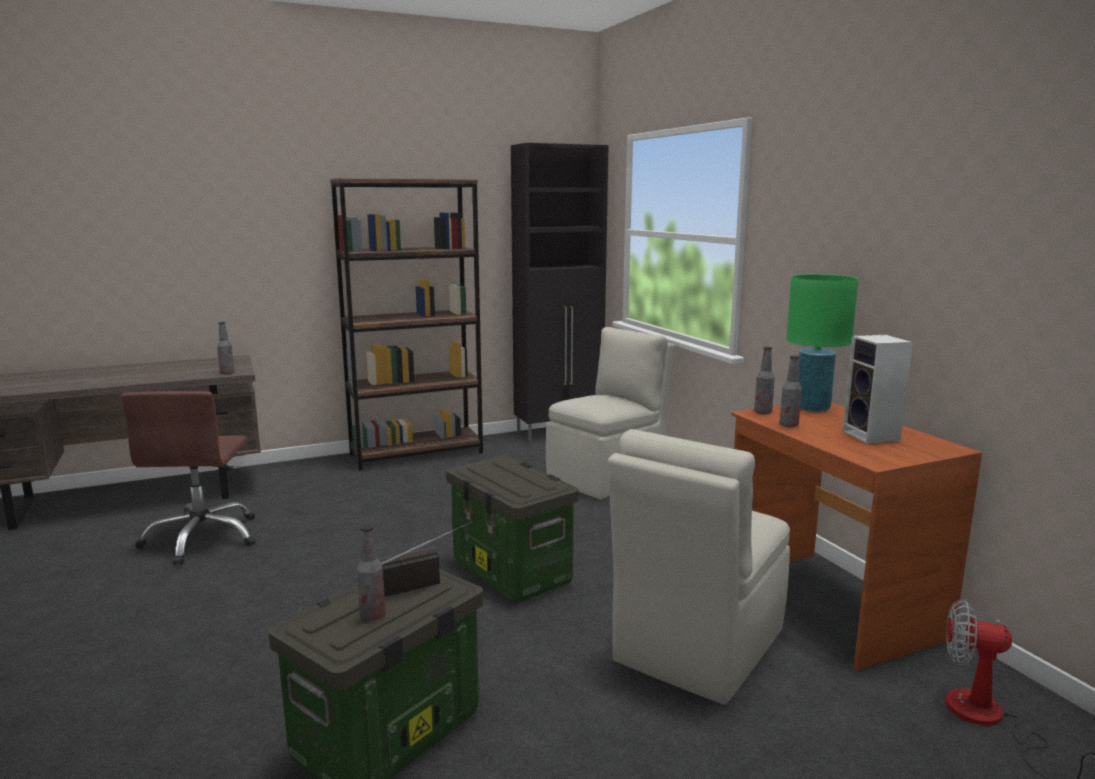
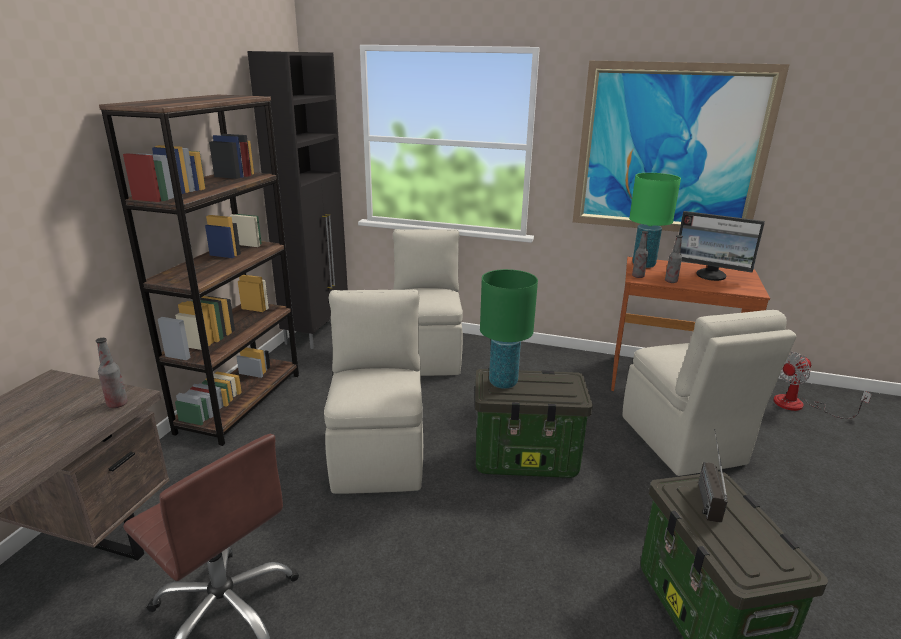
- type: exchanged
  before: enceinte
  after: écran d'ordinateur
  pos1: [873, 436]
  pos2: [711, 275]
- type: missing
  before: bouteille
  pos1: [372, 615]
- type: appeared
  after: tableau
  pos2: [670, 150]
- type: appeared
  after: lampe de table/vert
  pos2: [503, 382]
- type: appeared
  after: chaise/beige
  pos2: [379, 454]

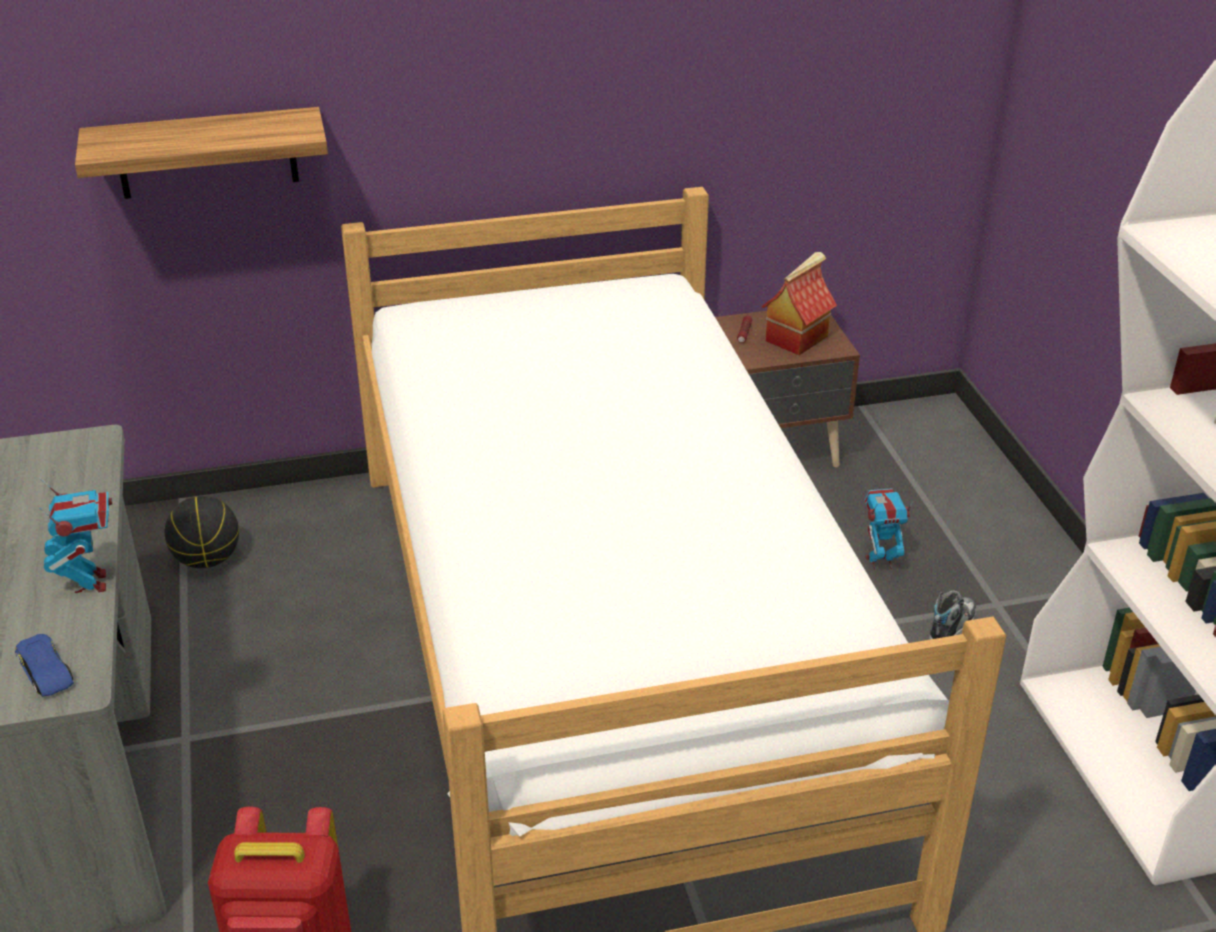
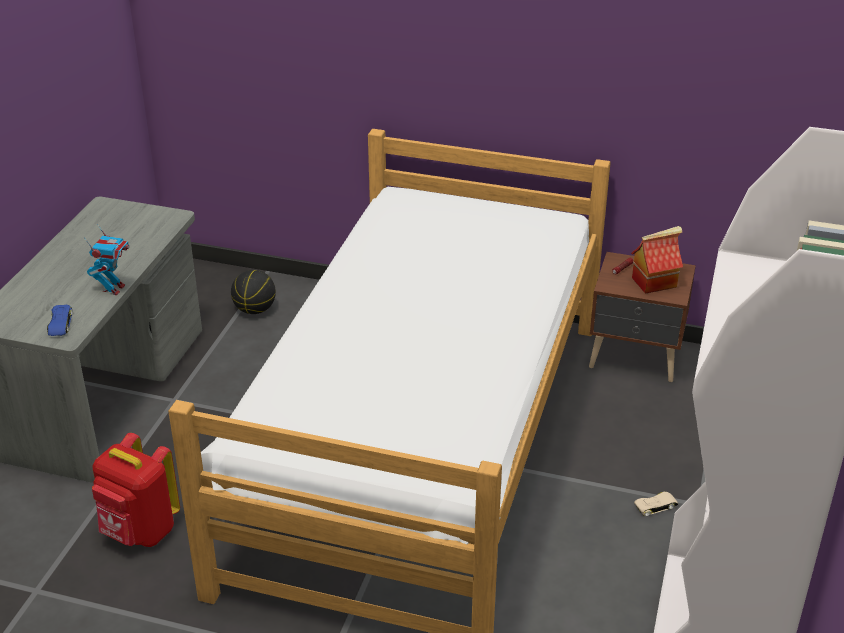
- type: missing
  before: étagère
  pos1: [206, 153]
- type: missing
  before: robot jouet
  pos1: [879, 562]
- type: exchanged
  before: chaussure
  after: petite voiture/beige
  pos1: [951, 626]
  pos2: [655, 506]

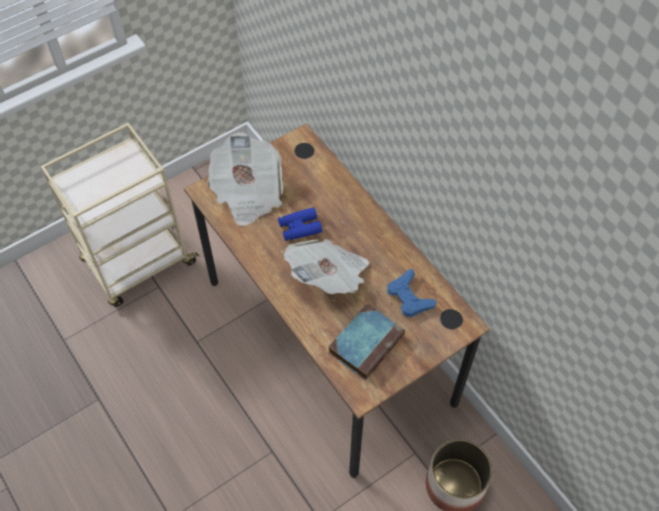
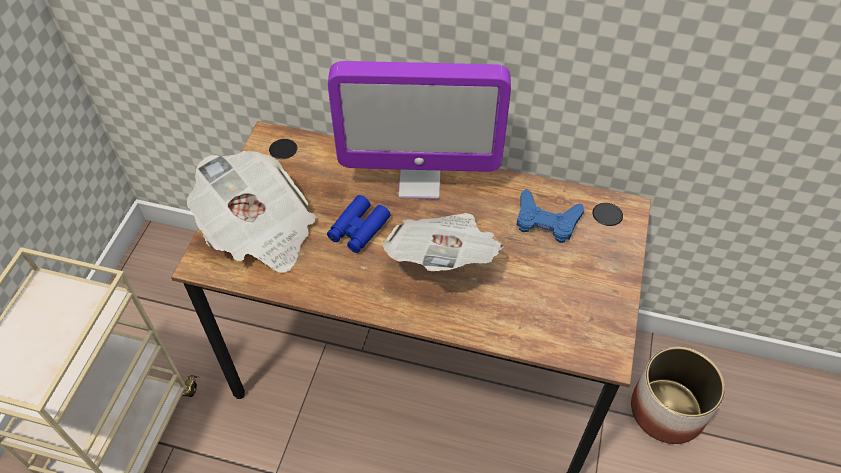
- type: missing
  before: livre
  pos1: [366, 342]
- type: appeared
  after: écran d'ordinateur
  pos2: [419, 181]

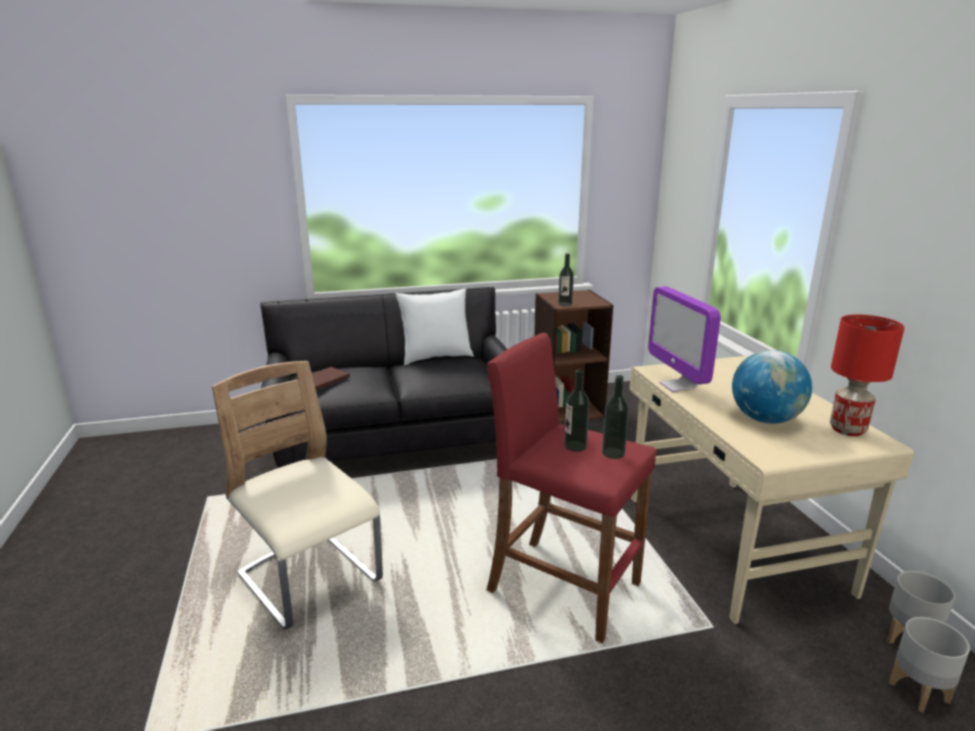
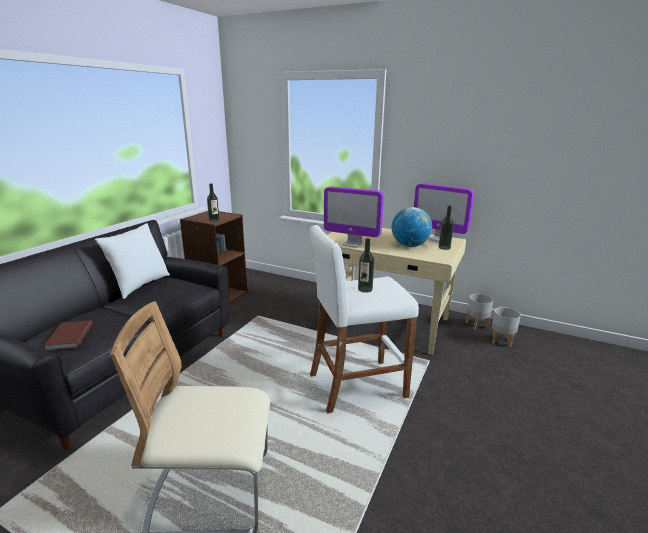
- type: exchanged
  before: lampe de table/rouge
  after: écran d'ordinateur
  pos1: [848, 430]
  pos2: [438, 239]
- type: colour
  before: tabouret/rouge
  after: tabouret/blanc
  pos1: [563, 587]
  pos2: [356, 385]
- type: relocated
  before: bouteille
  pos1: [613, 453]
  pos2: [444, 248]

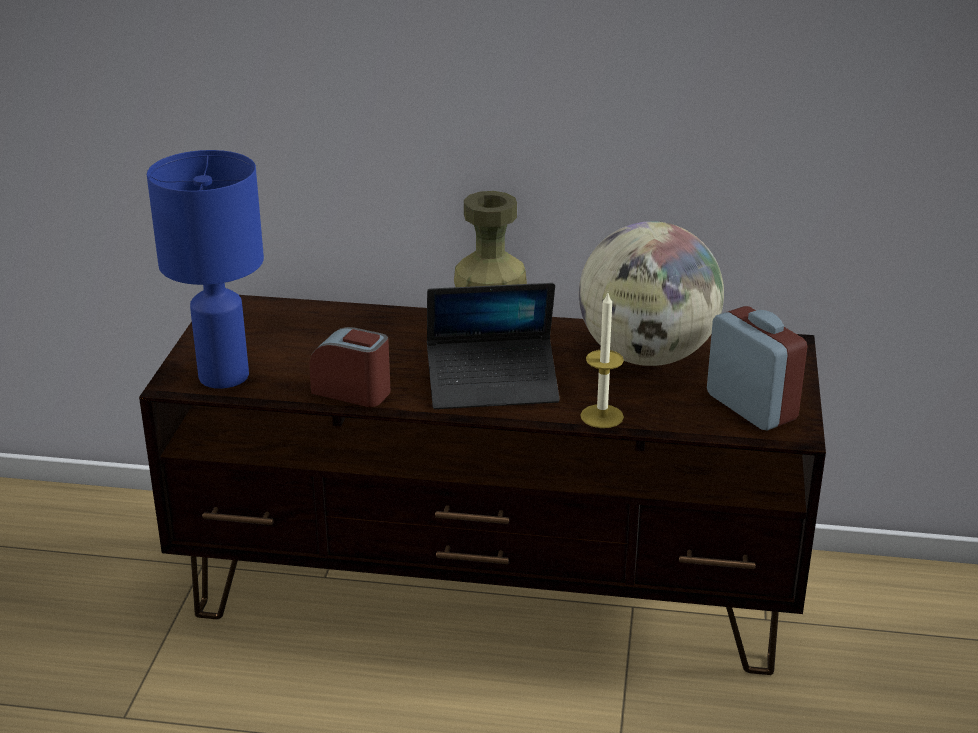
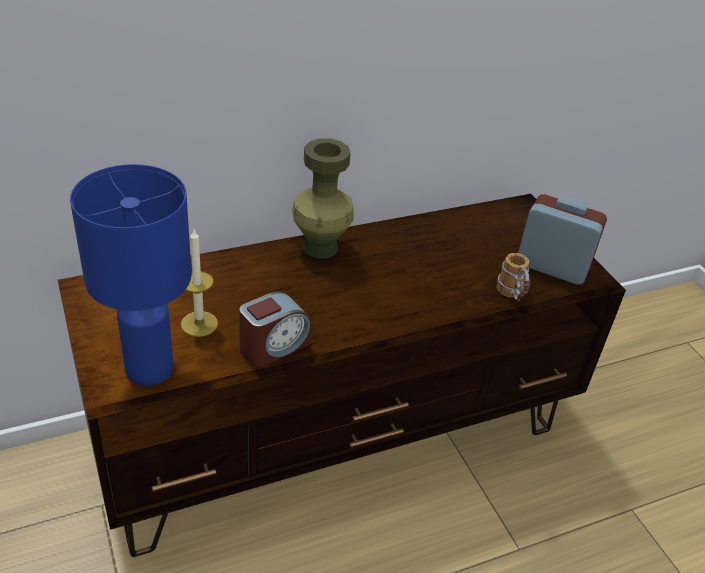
- type: missing
  before: globe
  pos1: [646, 356]
- type: missing
  before: ordinateur portable
  pos1: [492, 385]
- type: relocated
  before: bougie
  pos1: [602, 416]
  pos2: [199, 324]
- type: spun
  before: réveil
  pos1: [352, 391]
  pos2: [273, 347]
  turn: 150
- type: appeared
  after: mug
  pos2: [512, 297]

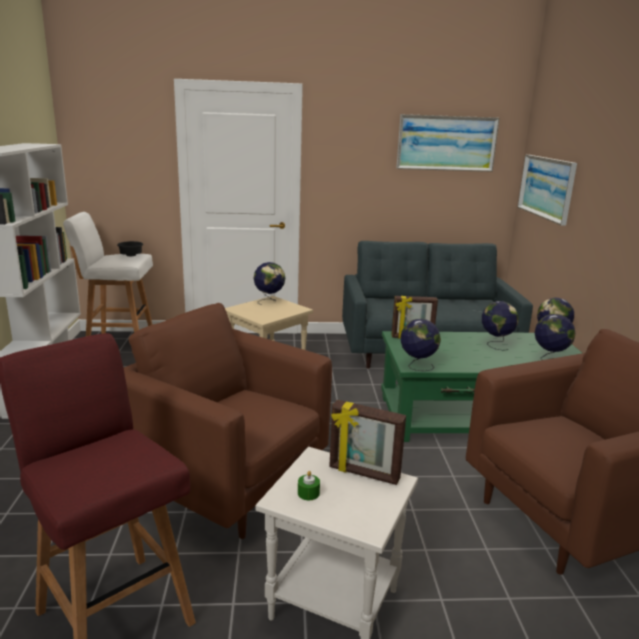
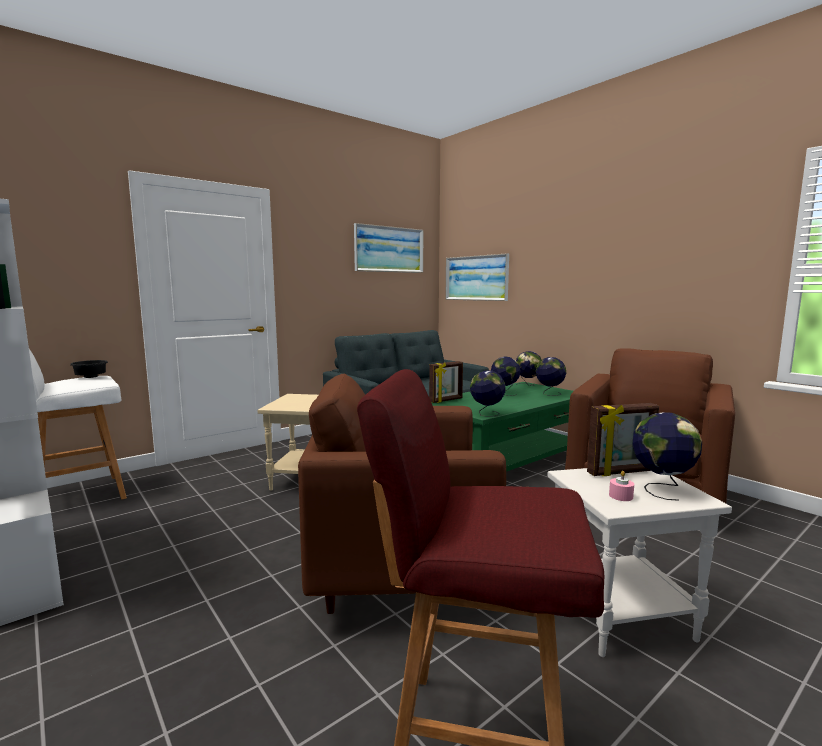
- type: relocated
  before: globe
  pos1: [269, 301]
  pos2: [661, 489]
- type: colour
  before: bougie/vert
  after: bougie/rose
  pos1: [308, 493]
  pos2: [621, 496]

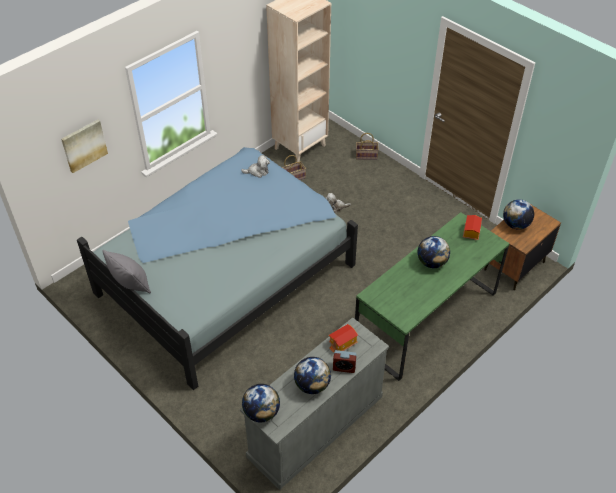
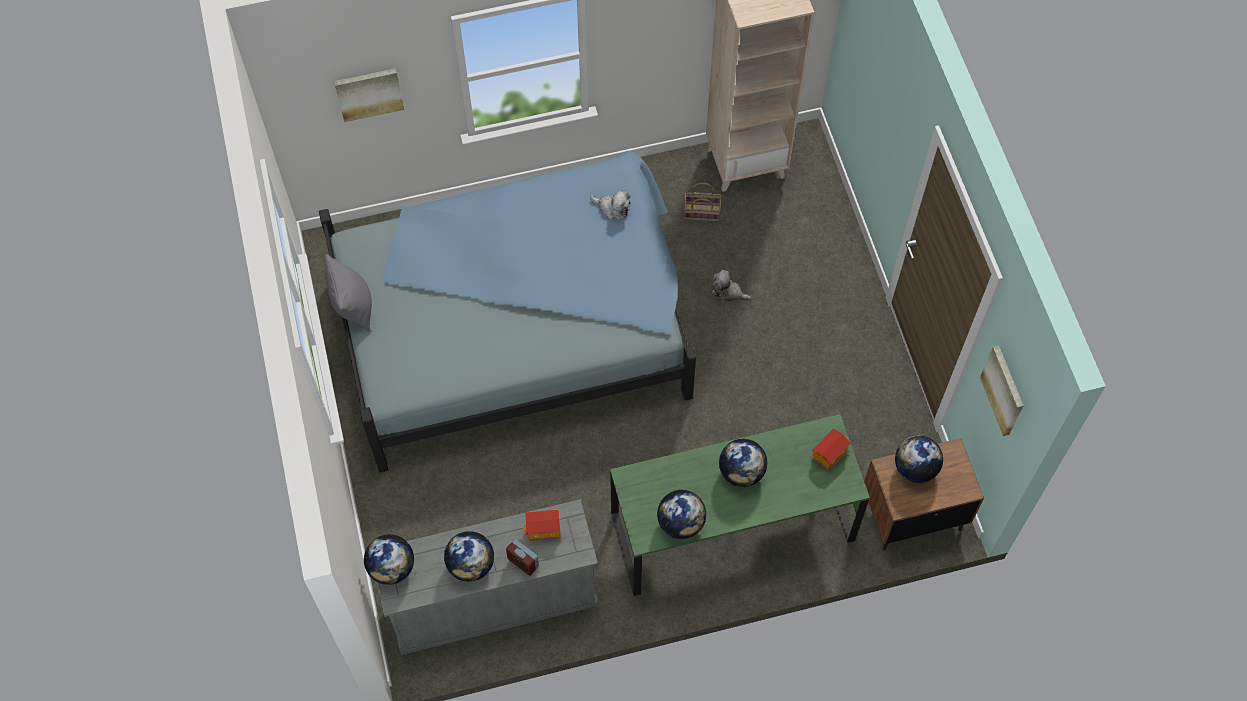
- type: missing
  before: panier
  pos1: [367, 155]
- type: appeared
  after: tableau
  pos2: [1004, 390]
- type: appeared
  after: globe
  pos2: [681, 523]

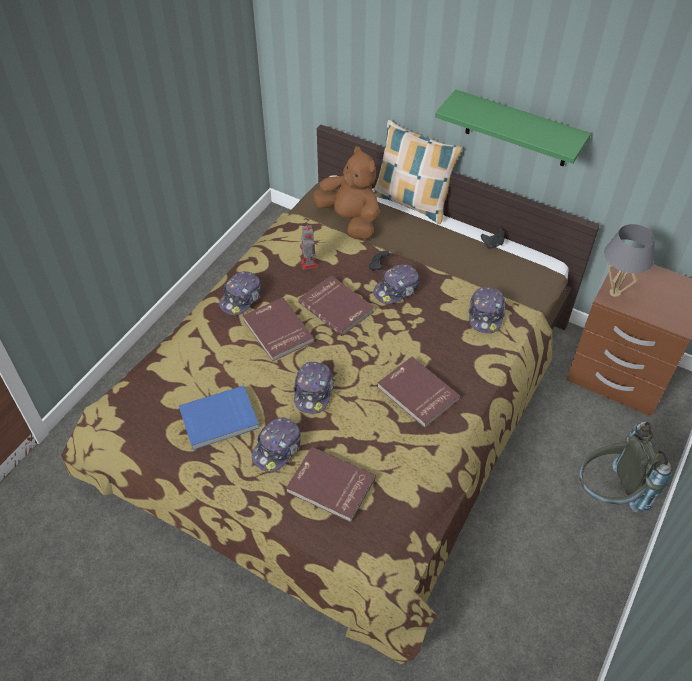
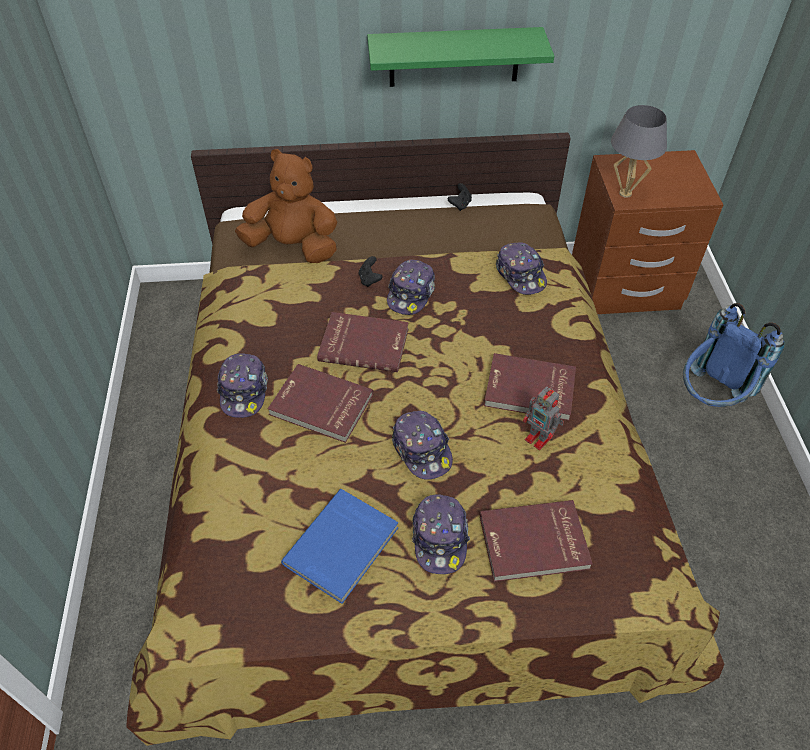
- type: missing
  before: coussin
  pos1: [411, 203]
- type: relocated
  before: robot jouet
  pos1: [309, 264]
  pos2: [540, 439]
- type: colour
  before: sac à dos/gris
  after: sac à dos/bleu
  pos1: [609, 494]
  pos2: [709, 399]

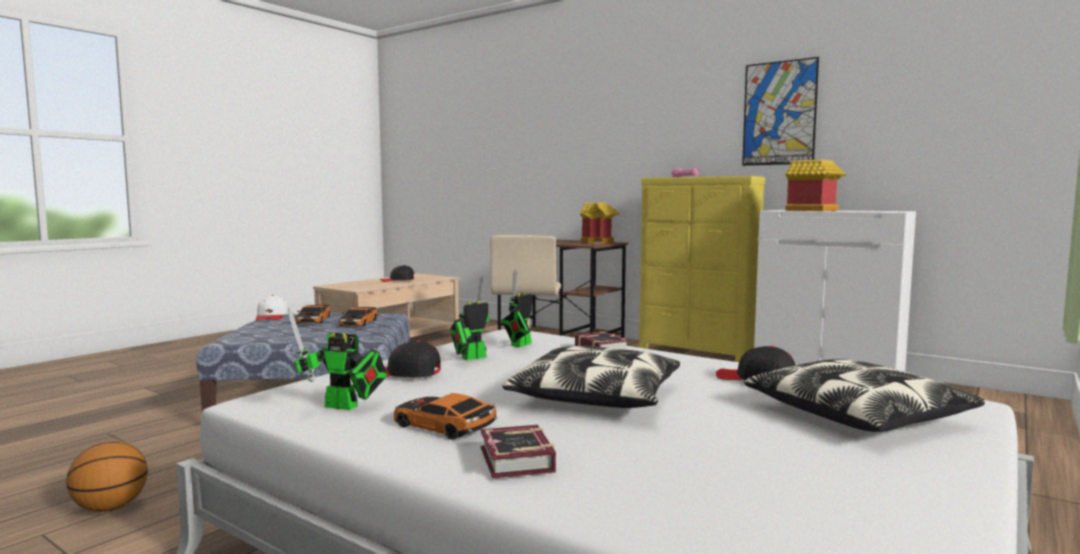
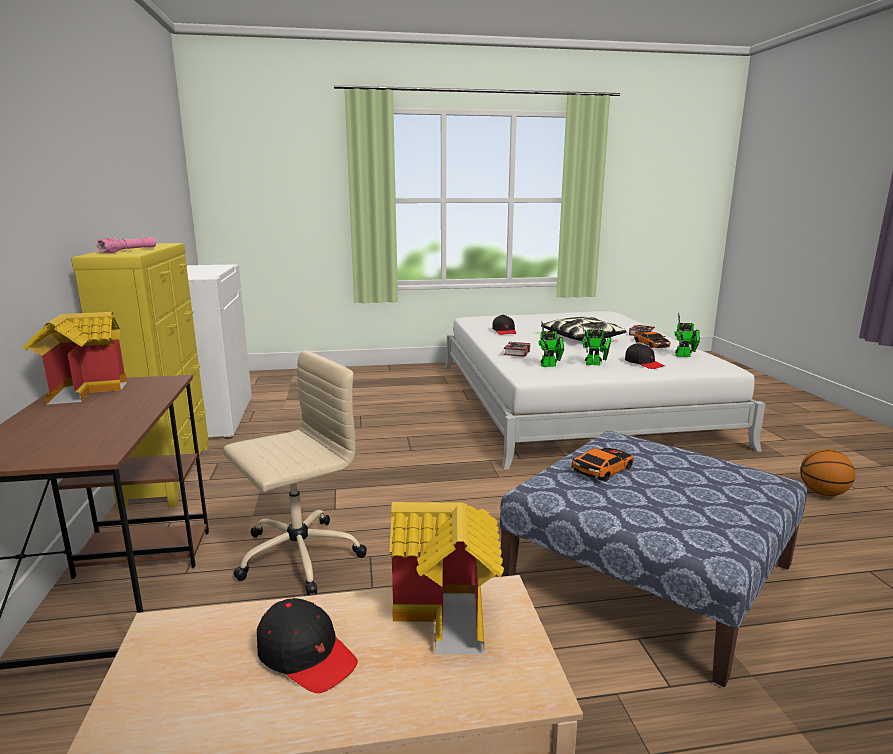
- type: missing
  before: tableau
  pos1: [779, 113]
- type: relocated
  before: maison miniature
  pos1: [812, 210]
  pos2: [450, 615]
- type: missing
  before: casquette/blanc
  pos1: [272, 316]
- type: missing
  before: petite voiture
  pos1: [313, 320]
- type: spun
  before: robot jouet
  pos1: [345, 407]
  pos2: [685, 356]
  turn: 120
- type: missing
  before: coussin
  pos1: [857, 416]

